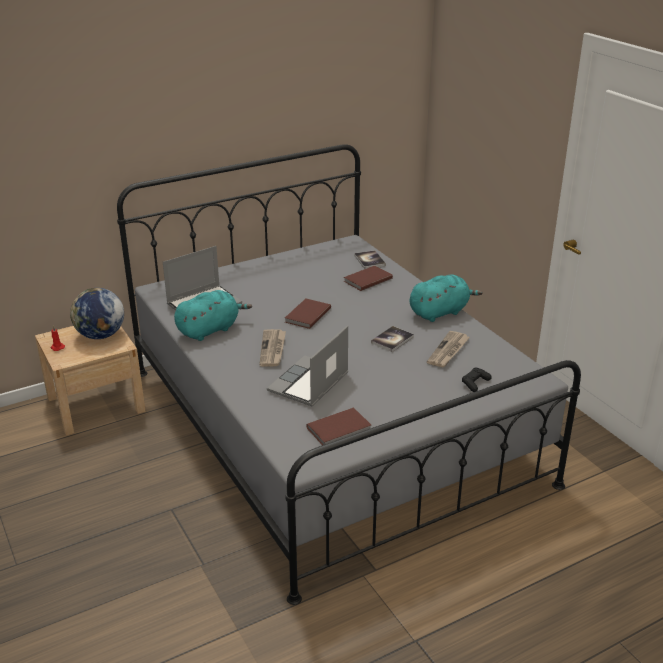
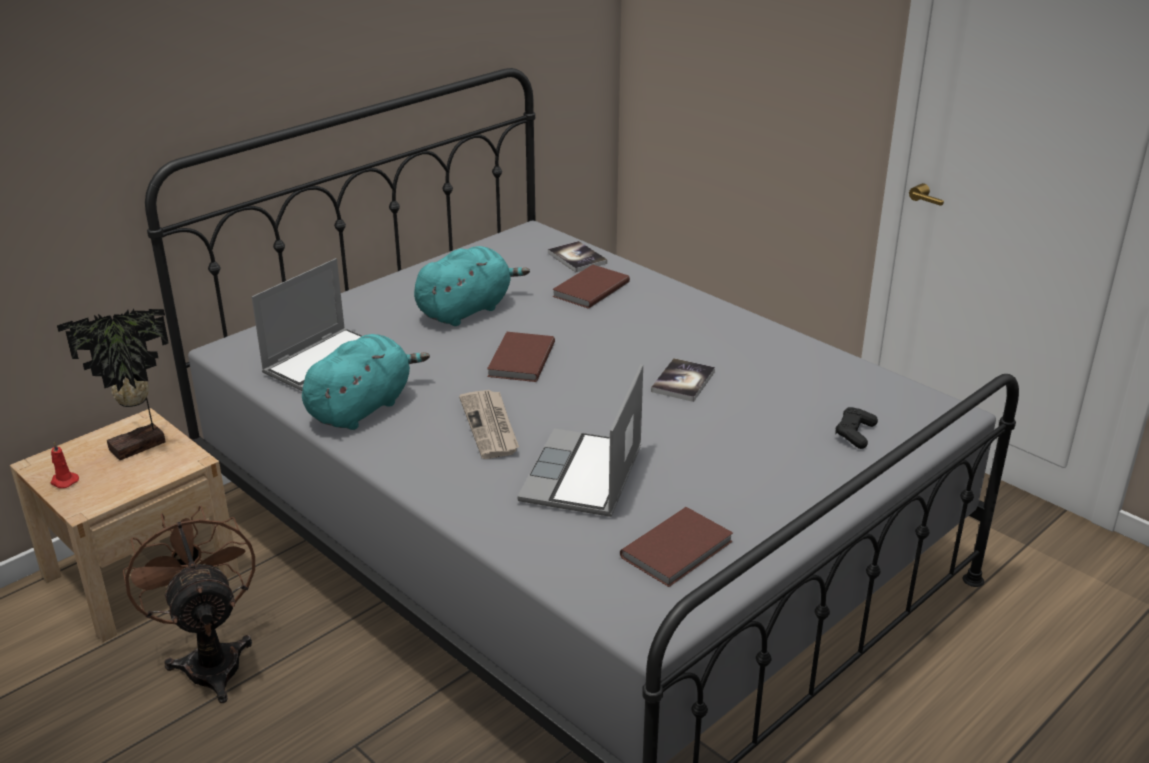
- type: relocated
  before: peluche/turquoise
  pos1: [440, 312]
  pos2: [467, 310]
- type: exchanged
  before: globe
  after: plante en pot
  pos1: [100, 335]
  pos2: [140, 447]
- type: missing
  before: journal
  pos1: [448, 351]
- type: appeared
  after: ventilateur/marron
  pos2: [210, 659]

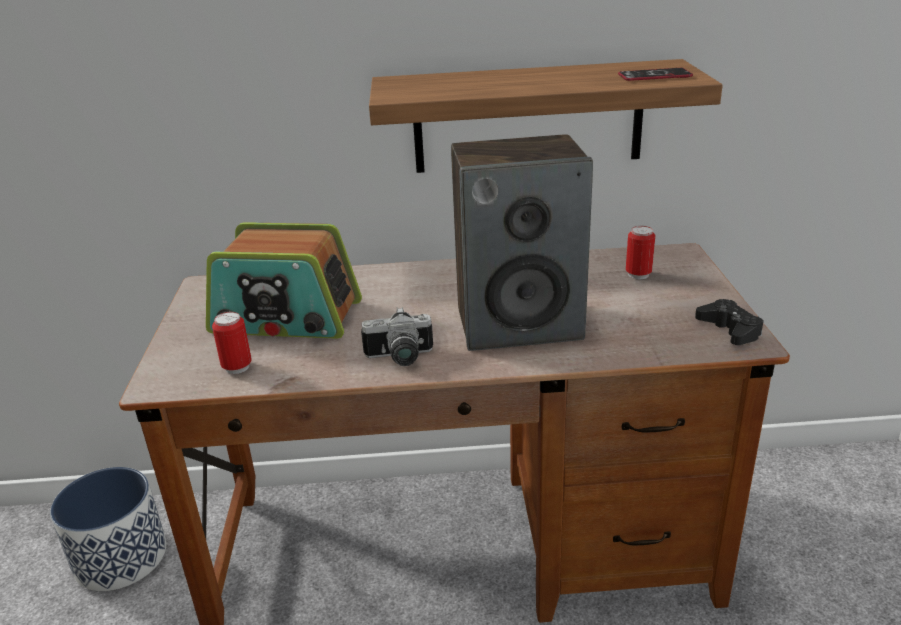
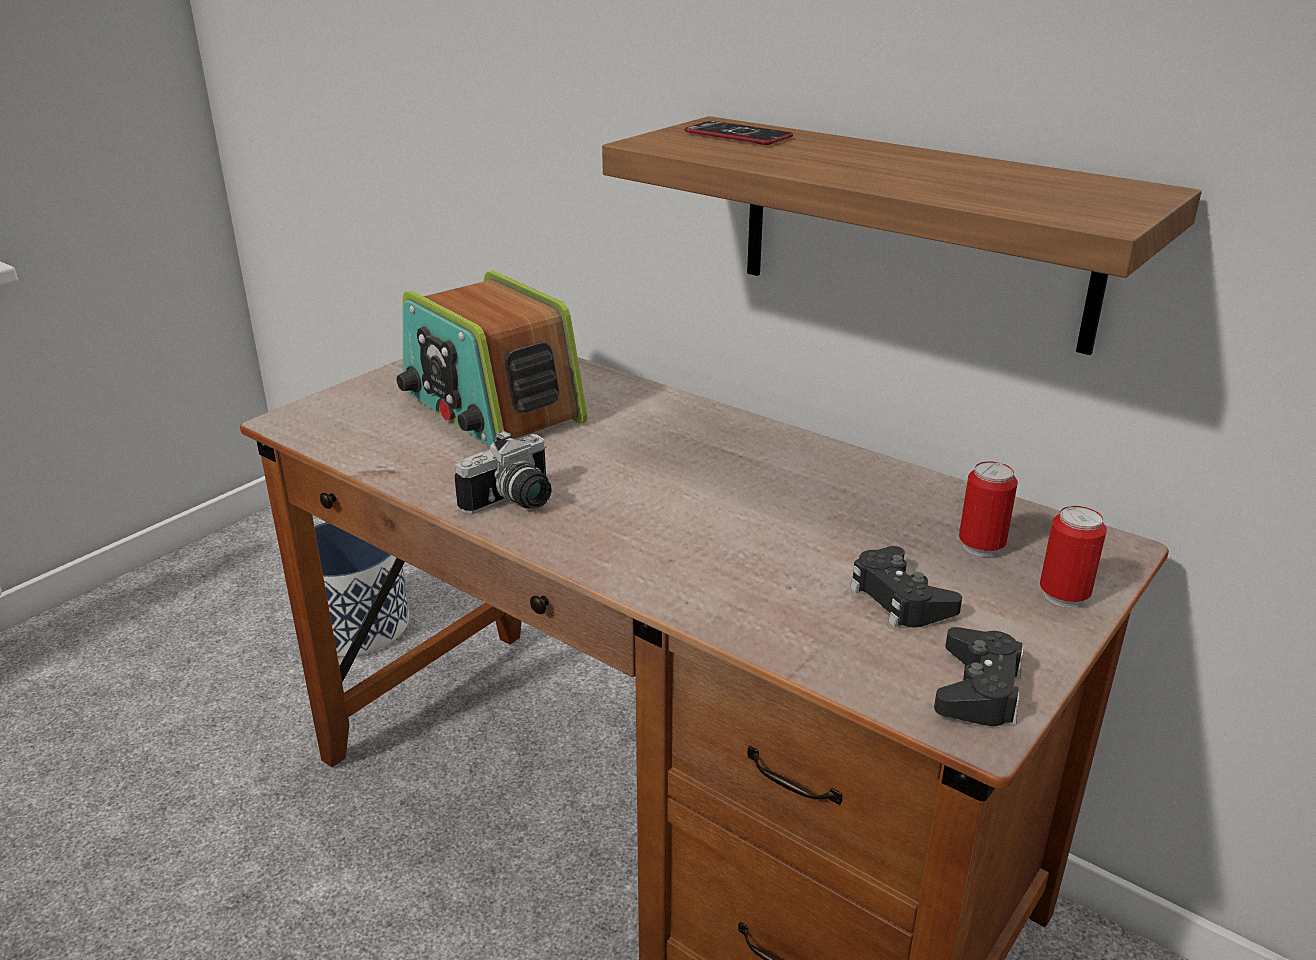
- type: relocated
  before: téléphone
  pos1: [654, 76]
  pos2: [738, 135]
- type: missing
  before: enceinte
  pos1: [519, 324]
- type: spun
  before: appareil photo
  pos1: [399, 358]
  pos2: [515, 503]
  turn: -75
- type: relocated
  before: boîte métallique
  pos1: [237, 367]
  pos2: [1063, 596]
- type: appeared
  after: manette/noir
  pos2: [899, 598]

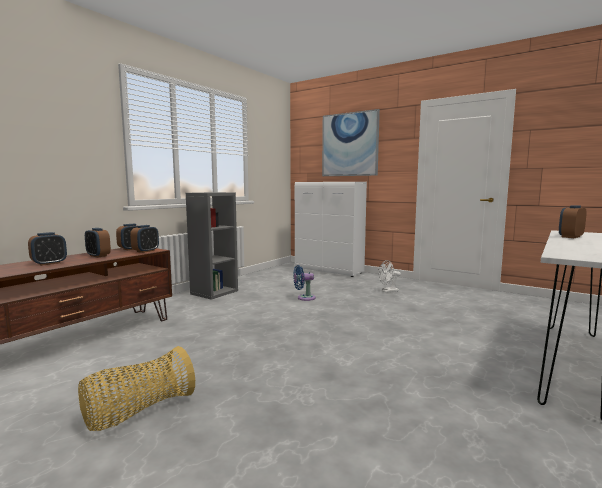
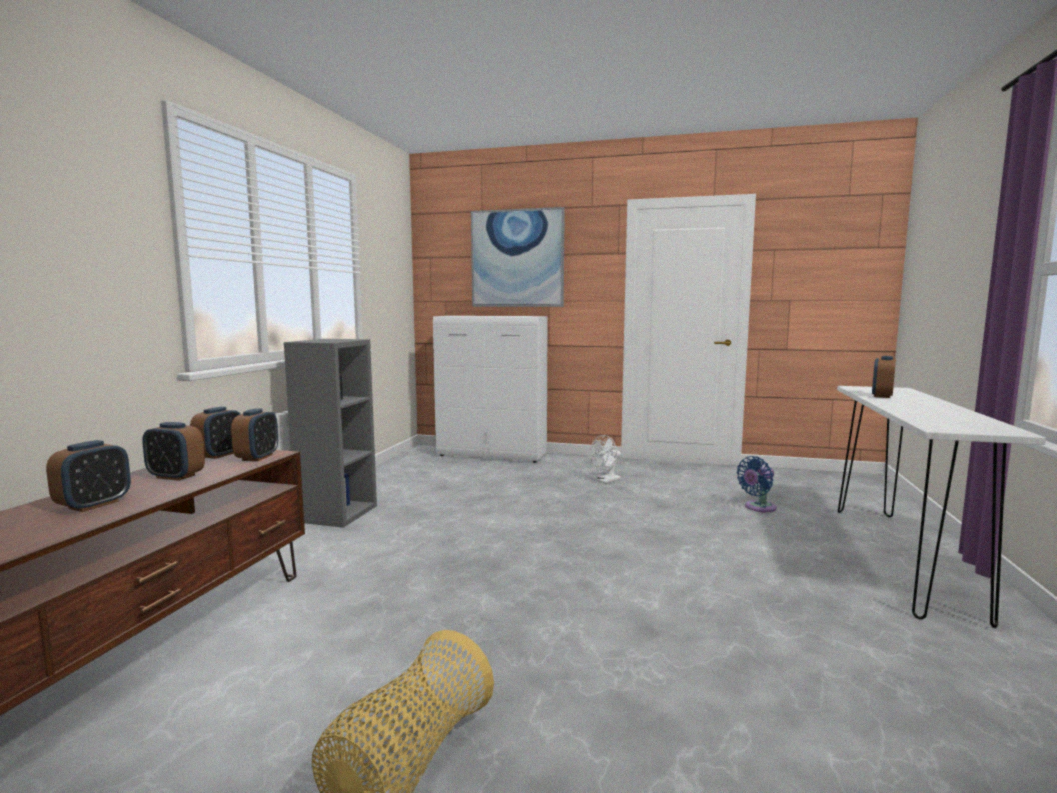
- type: relocated
  before: ventilateur/bleu
  pos1: [304, 298]
  pos2: [758, 508]

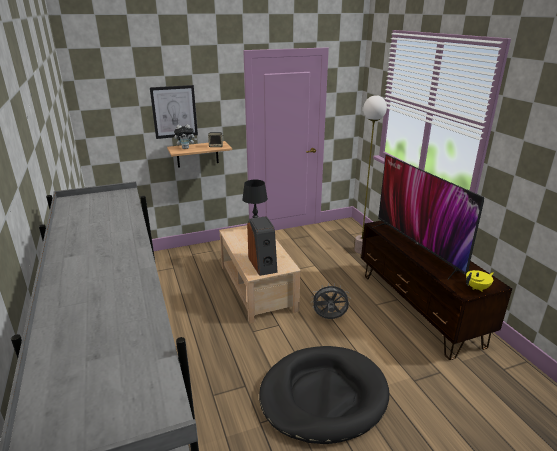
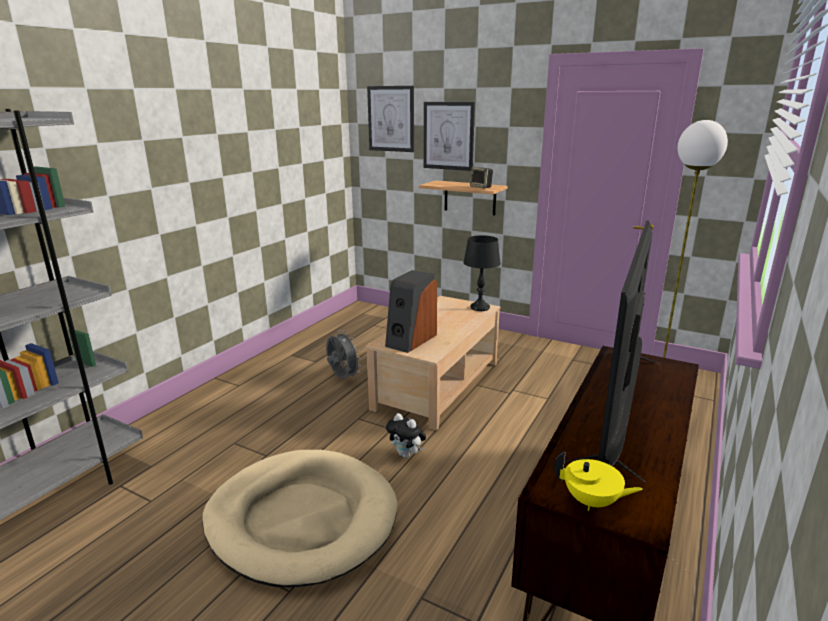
- type: relocated
  before: peluche
  pos1: [186, 148]
  pos2: [407, 455]
- type: relocated
  before: ventilateur/gris
  pos1: [329, 318]
  pos2: [342, 378]
- type: colour
  before: panier pour chien/noir
  after: panier pour chien/beige
  pos1: [323, 396]
  pos2: [302, 519]
- type: appeared
  after: tableau
  pos2: [391, 119]

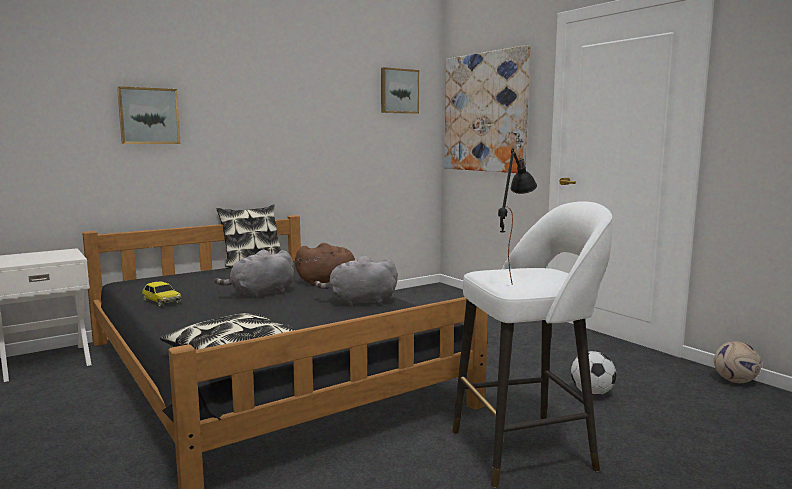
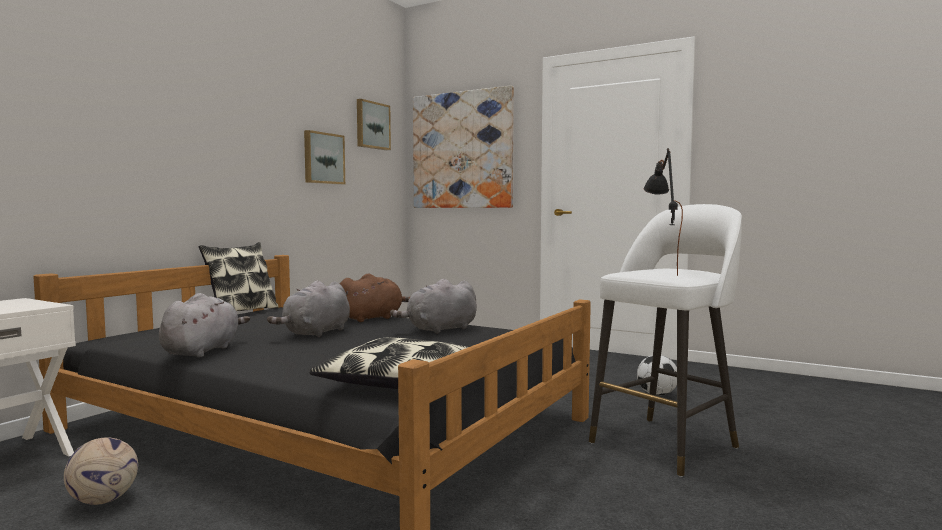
- type: relocated
  before: tableau
  pos1: [148, 116]
  pos2: [323, 158]
- type: exchanged
  before: petite voiture
  after: peluche/gris
  pos1: [161, 302]
  pos2: [203, 351]
- type: relocated
  before: ballon de foot
  pos1: [735, 381]
  pos2: [103, 501]

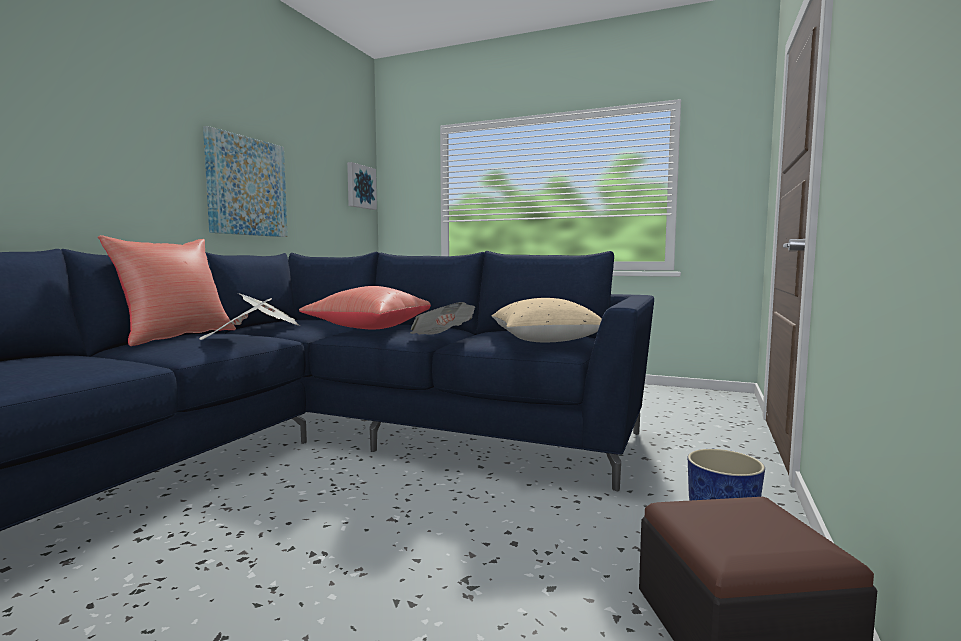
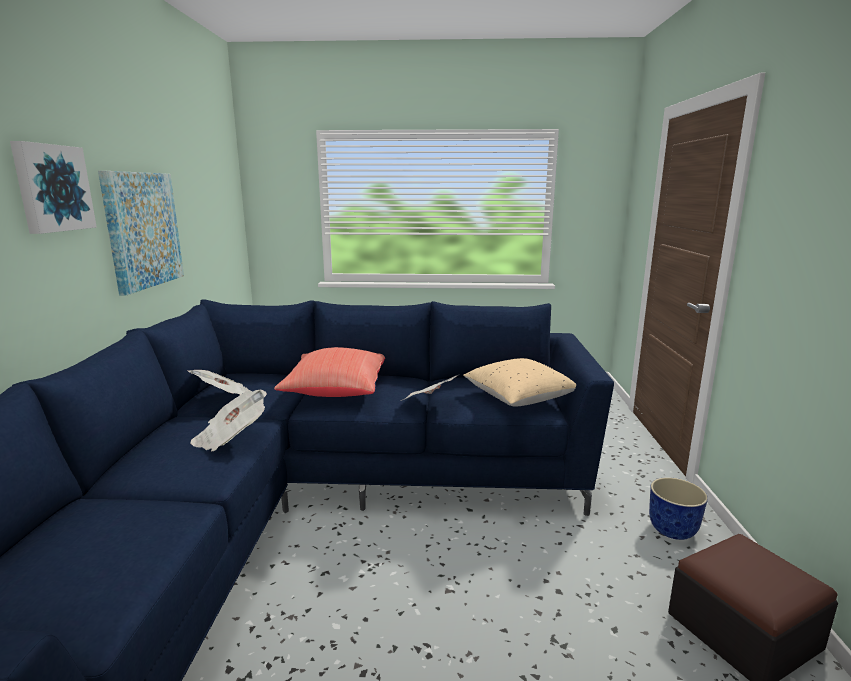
- type: relocated
  before: tableau
  pos1: [360, 187]
  pos2: [52, 188]
- type: missing
  before: coussin/rouge
  pos1: [176, 336]

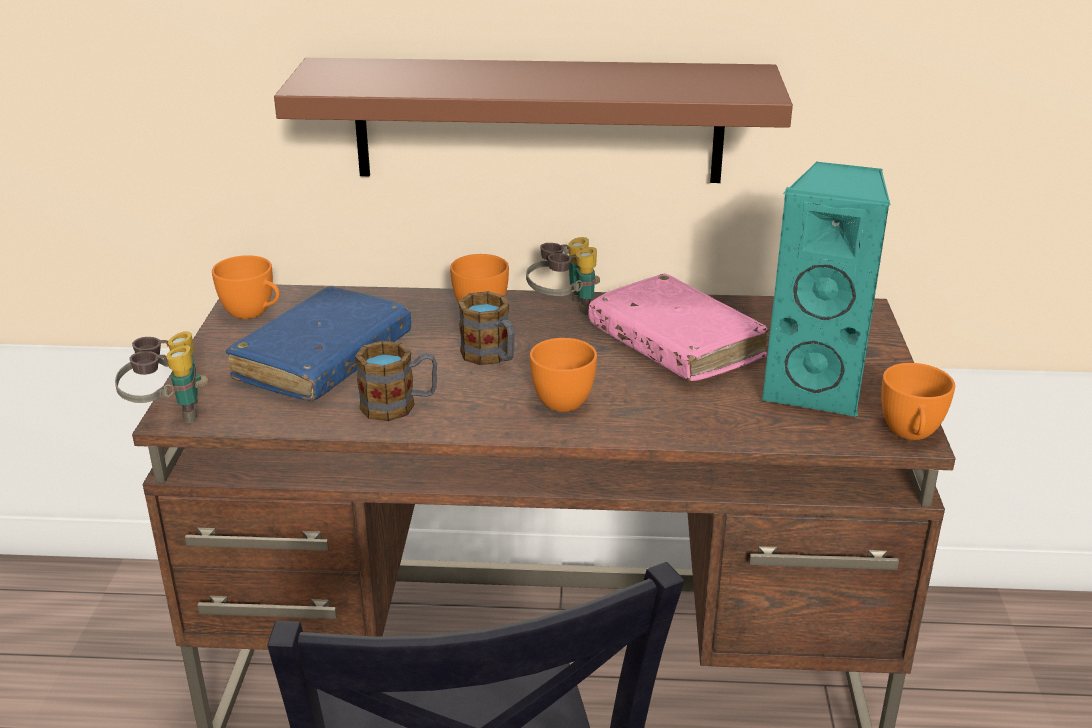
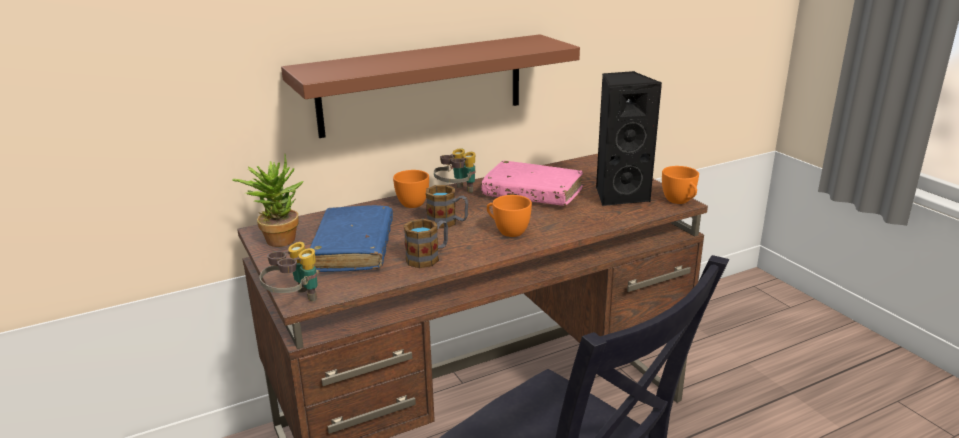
- type: colour
  before: enceinte/turquoise
  after: enceinte/noir
  pos1: [816, 389]
  pos2: [619, 195]
- type: exchanged
  before: tasse/orange
  after: plante en pot
  pos1: [253, 313]
  pos2: [277, 238]

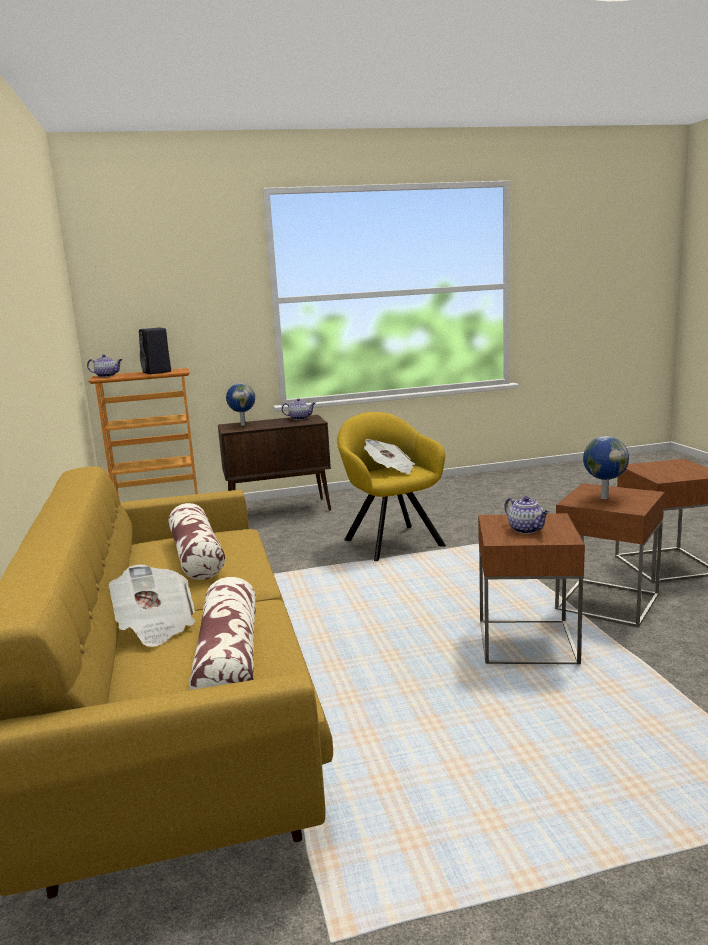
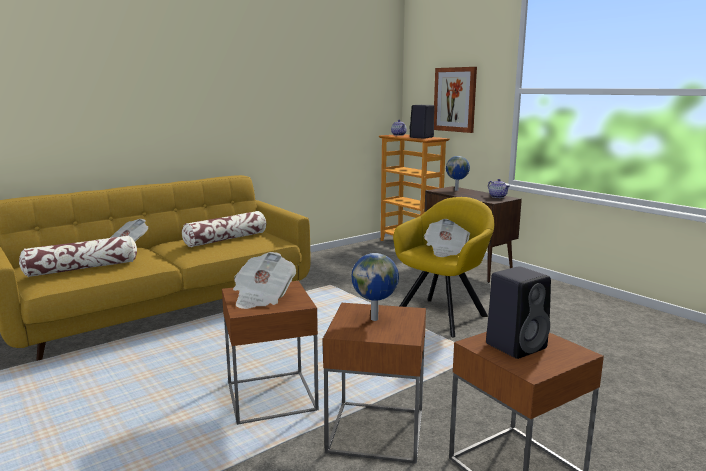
- type: exchanged
  before: théière
  after: journal
  pos1: [527, 530]
  pos2: [262, 297]
- type: appeared
  after: tableau
  pos2: [455, 99]
- type: appeared
  after: enceinte/noir
  pos2: [516, 345]

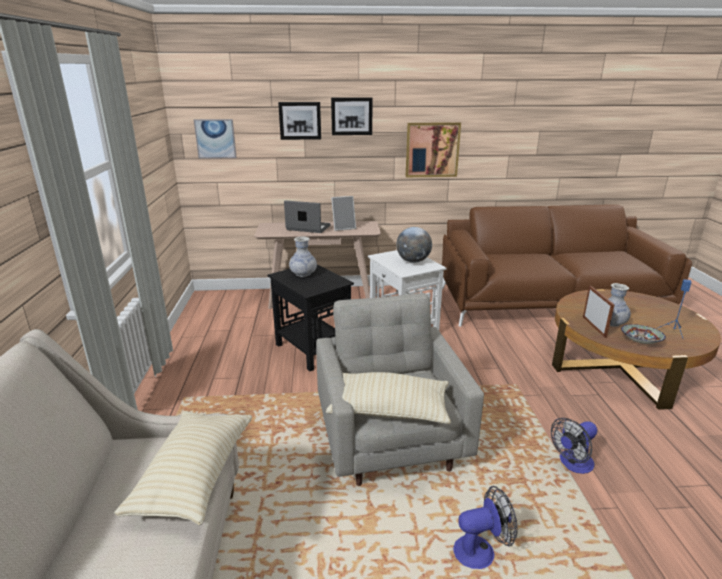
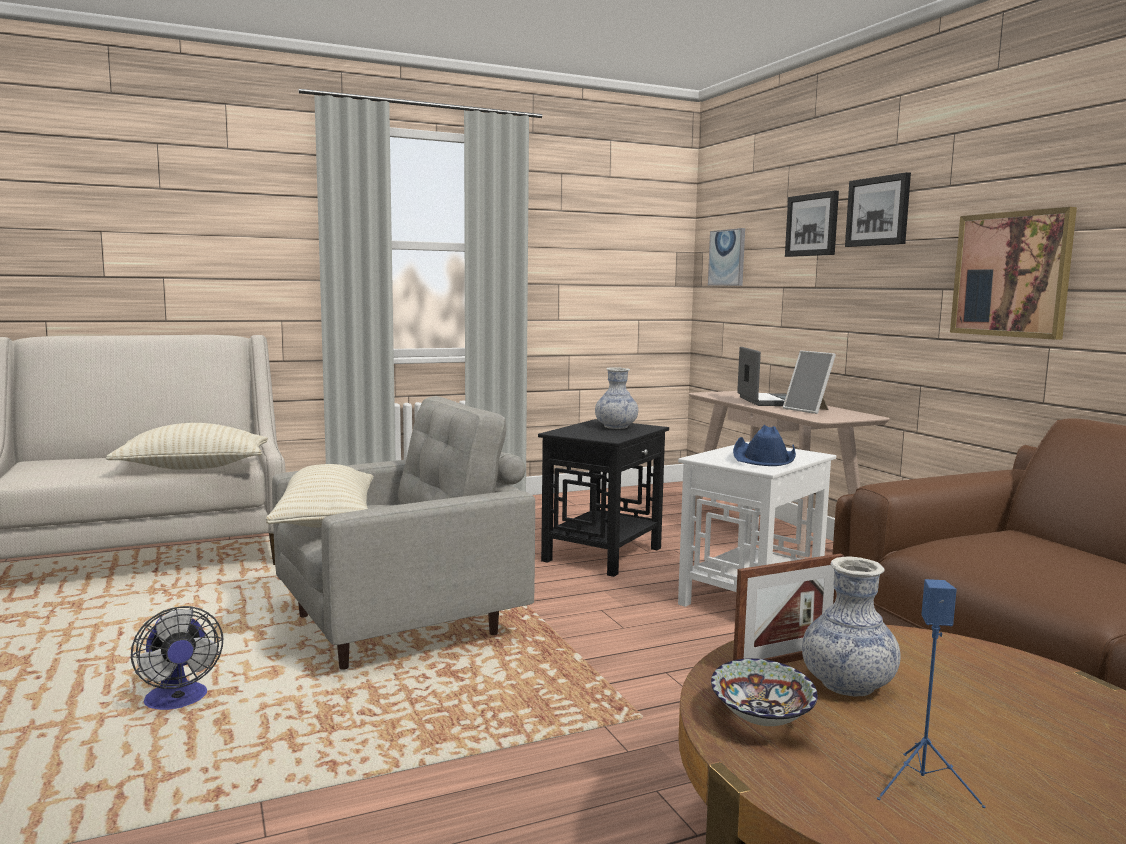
- type: exchanged
  before: globe
  after: chapeau/bleu
  pos1: [413, 261]
  pos2: [764, 459]
- type: missing
  before: ventilateur
  pos1: [572, 464]

